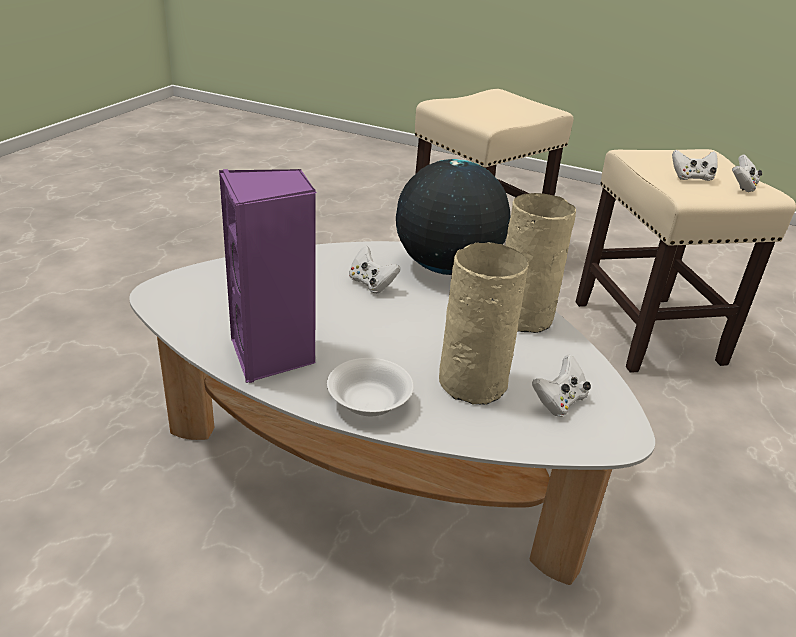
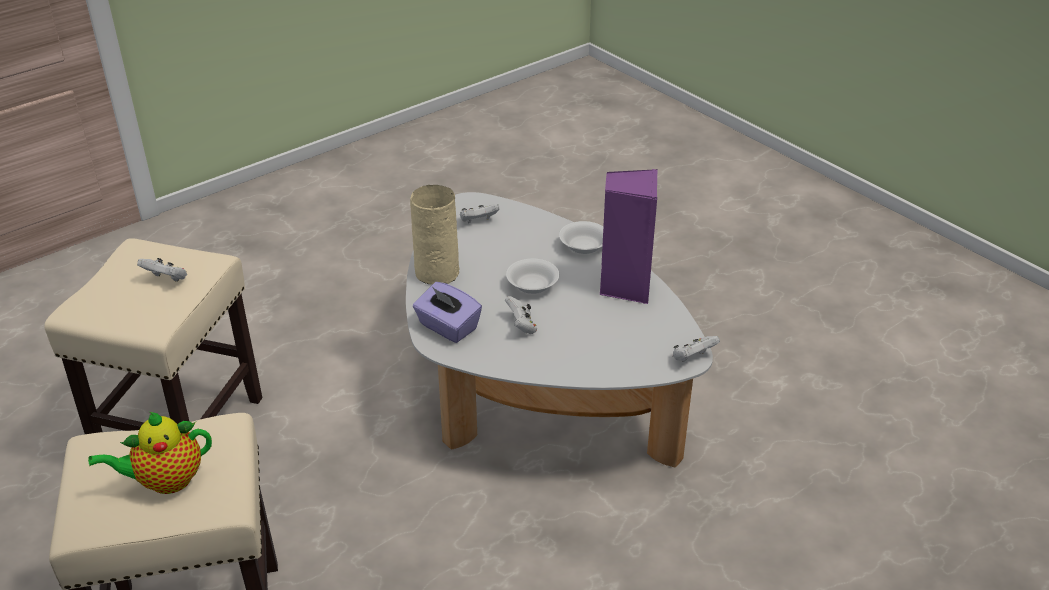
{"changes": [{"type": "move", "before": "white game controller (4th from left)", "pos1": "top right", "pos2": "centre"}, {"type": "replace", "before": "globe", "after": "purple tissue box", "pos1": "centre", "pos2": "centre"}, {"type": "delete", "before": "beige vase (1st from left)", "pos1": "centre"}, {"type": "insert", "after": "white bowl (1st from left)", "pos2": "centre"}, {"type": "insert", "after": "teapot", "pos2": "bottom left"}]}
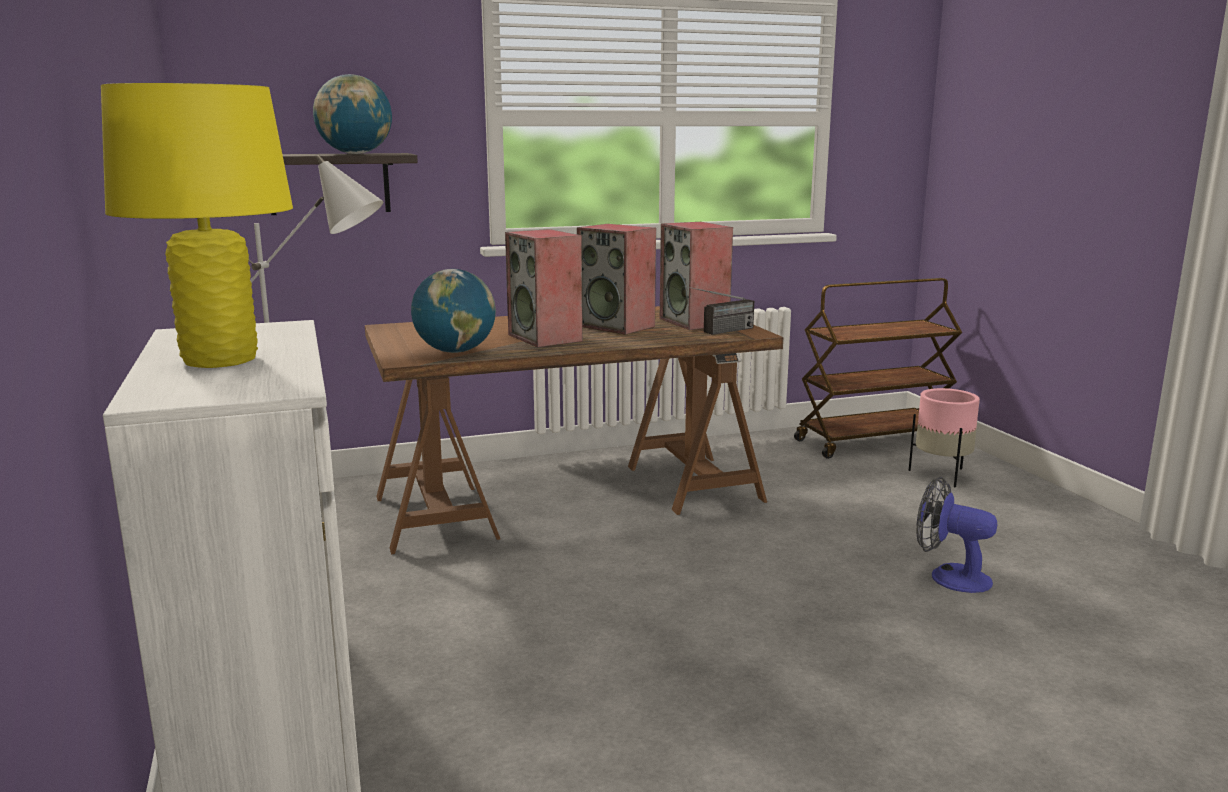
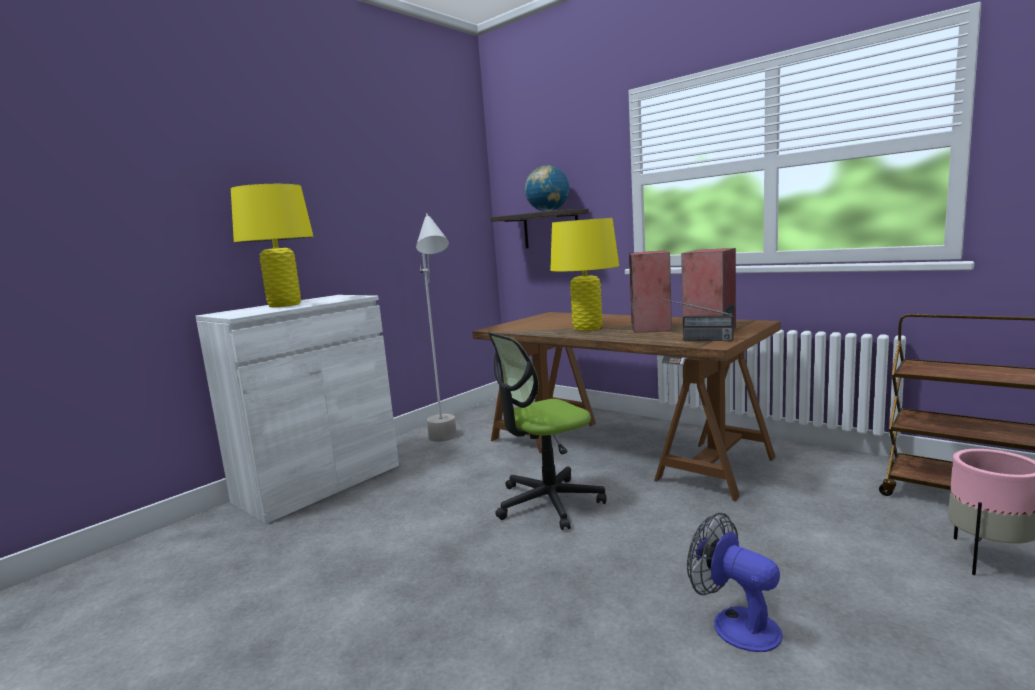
{"changes": [{"type": "replace", "before": "speaker (1st from left)", "after": "yellow table lamp (2nd from left)", "pos1": "centre", "pos2": "centre"}, {"type": "delete", "before": "globe (2nd from left)", "pos1": "centre"}, {"type": "rotate", "before": "fan", "pos1": "bottom right", "pos2": "bottom right", "turn": -45}, {"type": "insert", "after": "office chair", "pos2": "centre"}]}
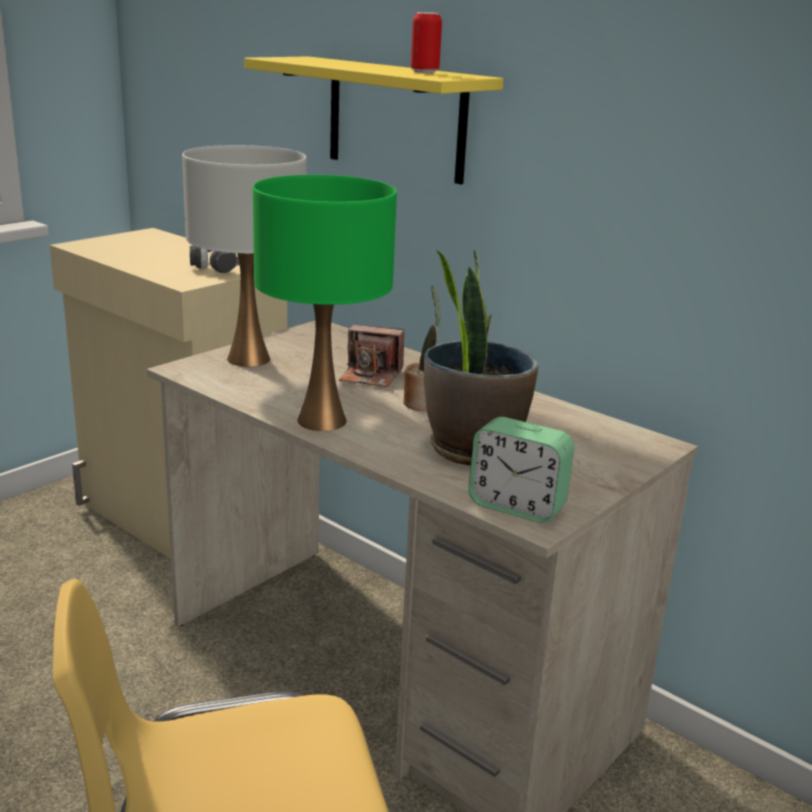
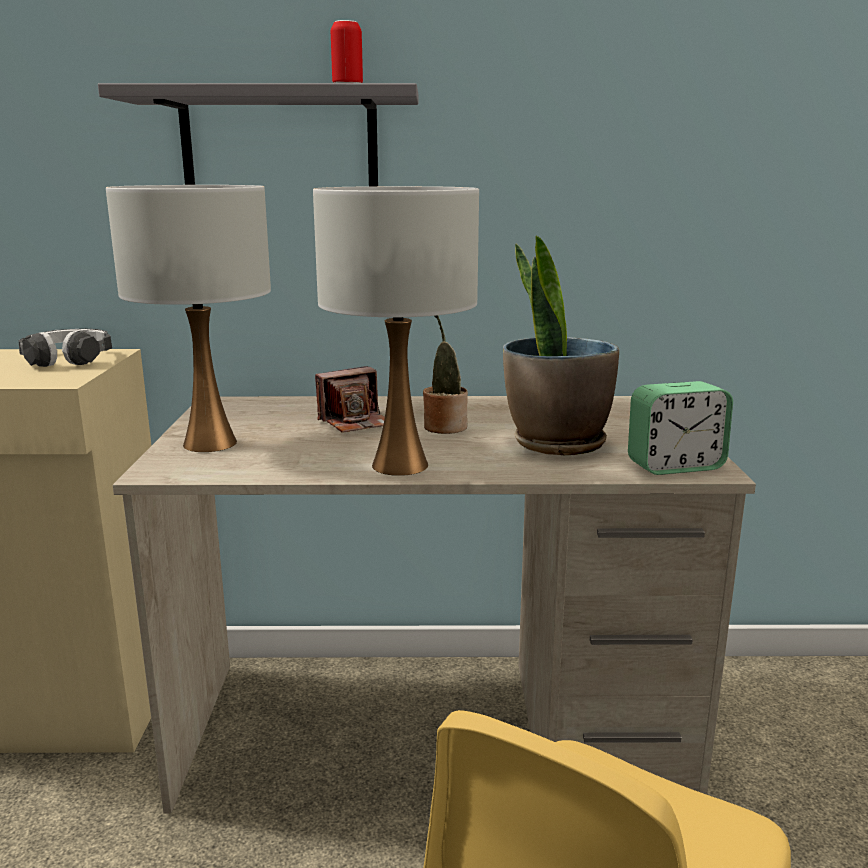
{"changes": [{"type": "recolor", "before": "yellow shelf", "after": "grey shelf", "pos1": "top centre", "pos2": "top left"}, {"type": "recolor", "before": "green table lamp", "after": "white table lamp (2nd from left)", "pos1": "centre", "pos2": "centre"}]}
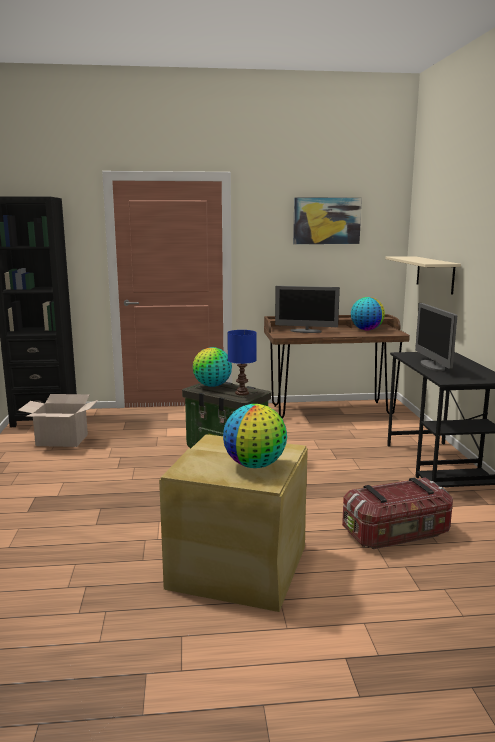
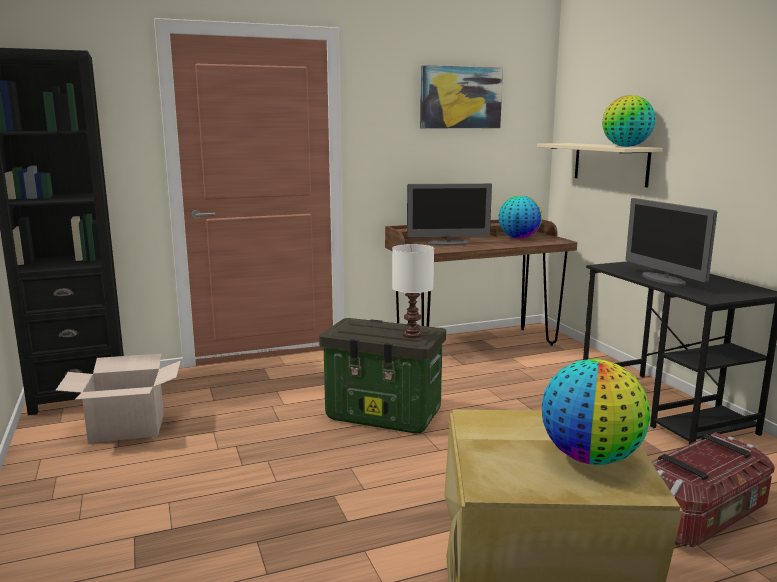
{"changes": [{"type": "recolor", "before": "blue table lamp", "after": "white table lamp", "pos1": "centre", "pos2": "centre"}, {"type": "move", "before": "globe (1st from left in the first image)", "after": "globe (3rd from left)", "pos1": "centre", "pos2": "top right"}]}
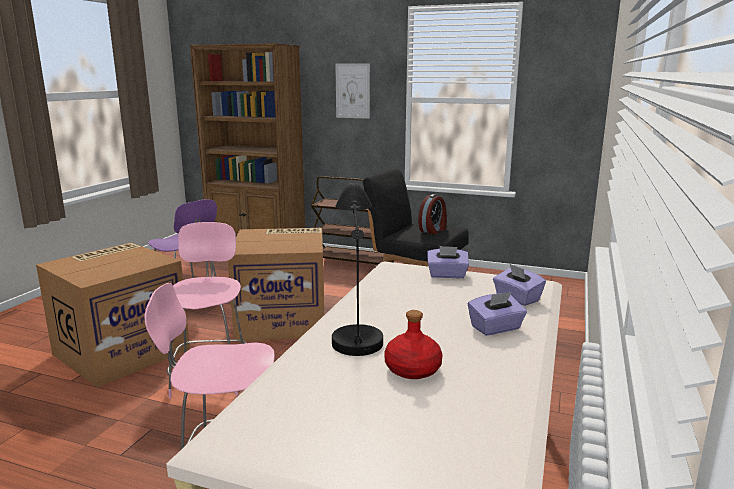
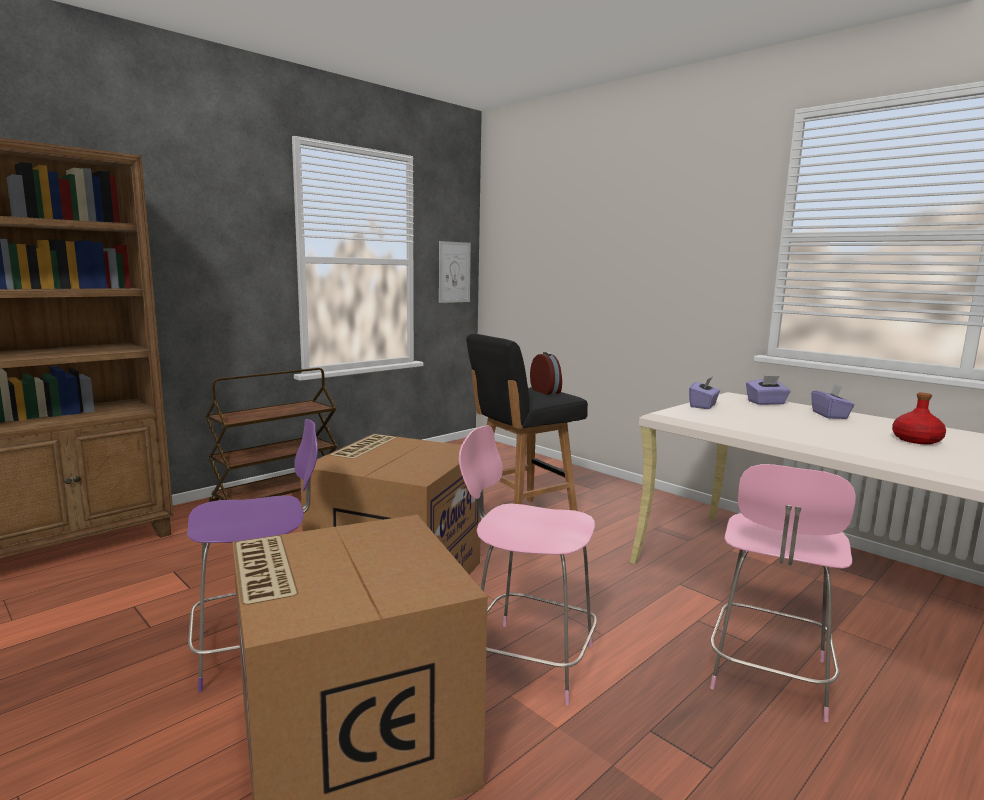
{"changes": [{"type": "move", "before": "picture", "pos1": "top centre", "pos2": "centre"}, {"type": "delete", "before": "black table lamp", "pos1": "centre"}]}
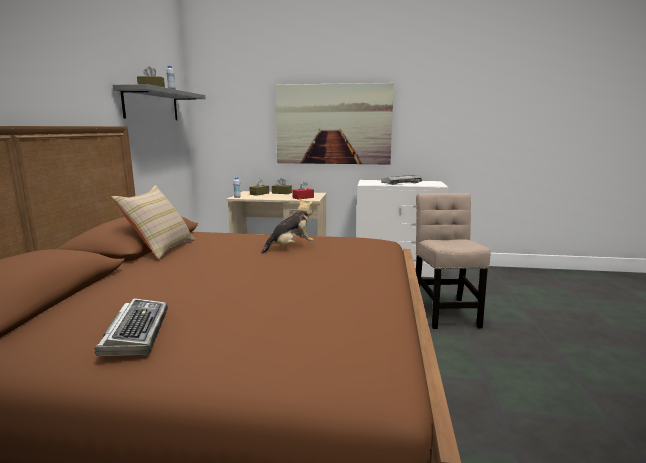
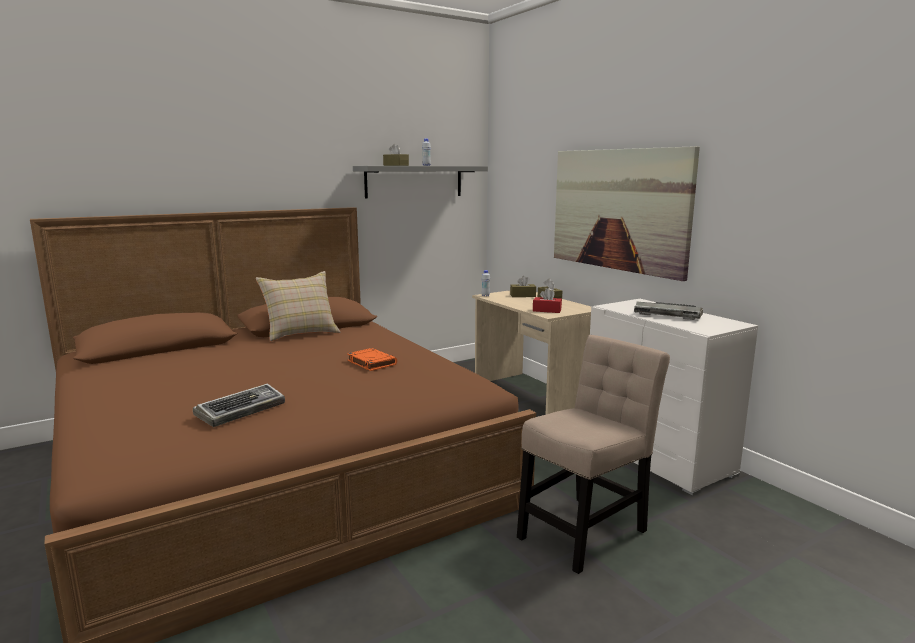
{"changes": [{"type": "replace", "before": "plush toy", "after": "orange book", "pos1": "centre", "pos2": "centre"}, {"type": "move", "before": "keyboard (1st from left)", "pos1": "bottom left", "pos2": "middle left"}]}
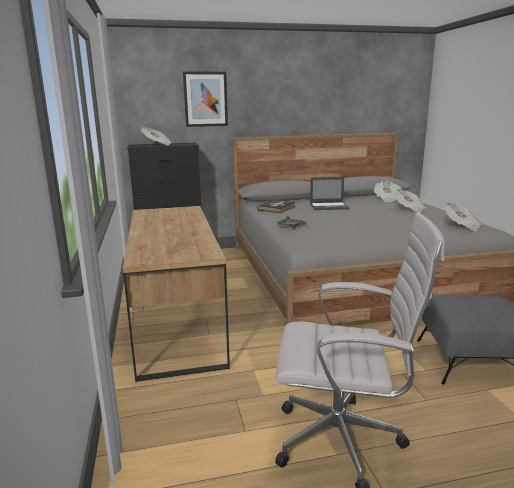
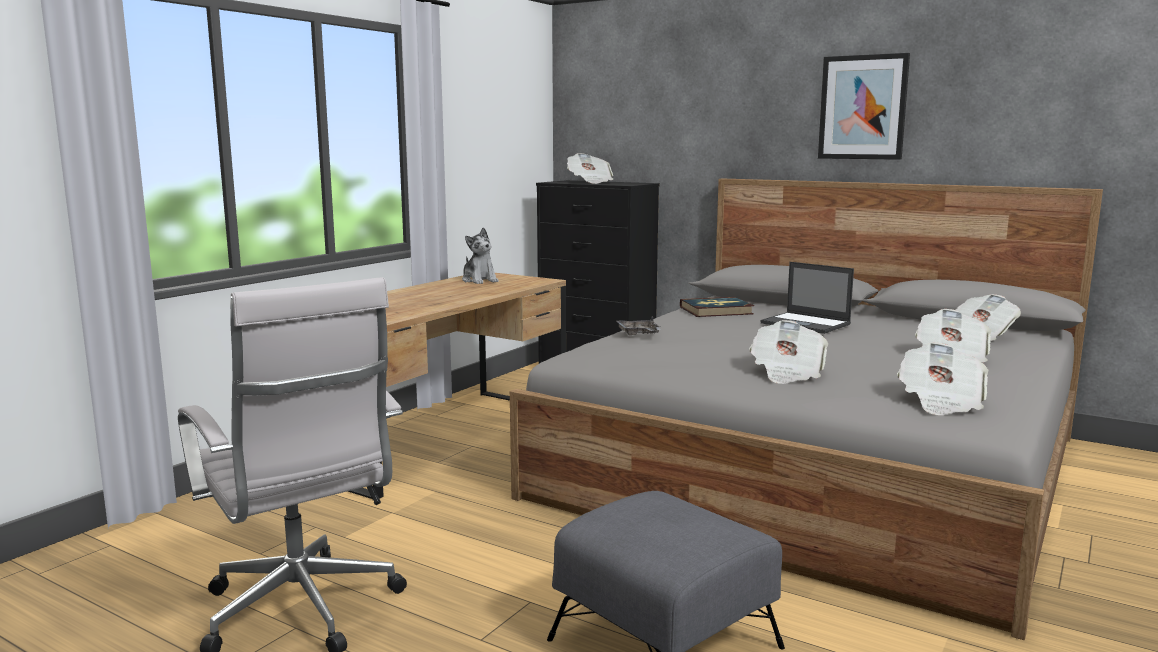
{"changes": [{"type": "move", "before": "picture", "pos1": "top centre", "pos2": "top right"}, {"type": "insert", "after": "plush toy", "pos2": "centre"}, {"type": "insert", "after": "newspaper (2nd from left)", "pos2": "middle right"}]}
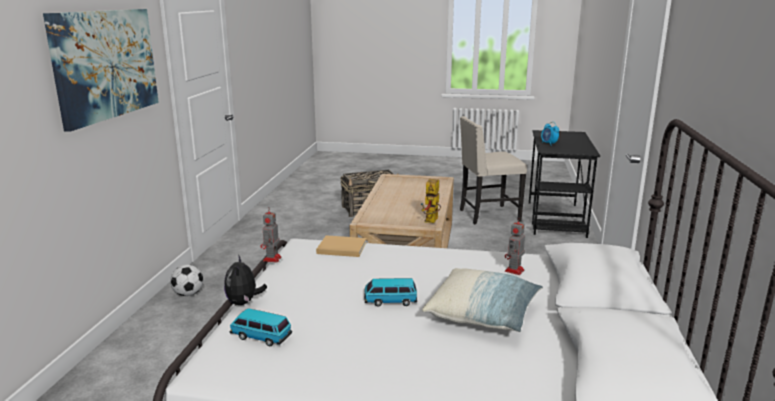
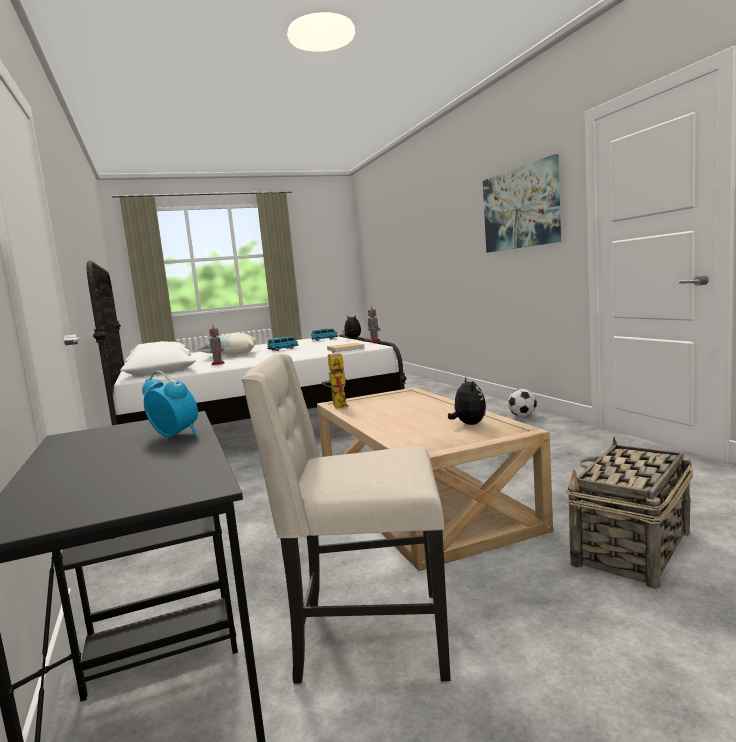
{"changes": [{"type": "rotate", "before": "beige chair", "pos1": "centre", "pos2": "bottom centre", "turn": -135}, {"type": "insert", "after": "plush toy (2nd from left)", "pos2": "centre"}]}
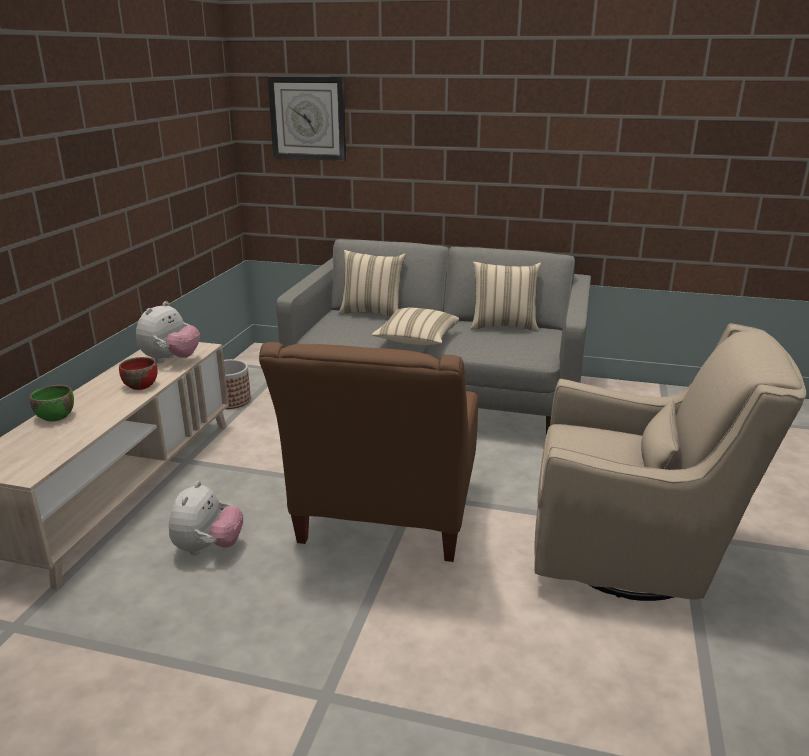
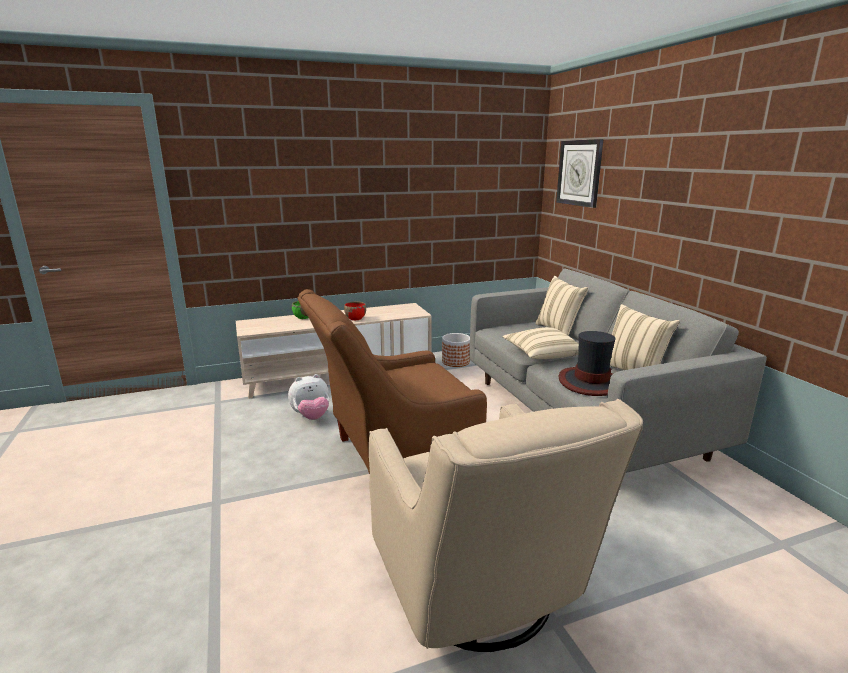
{"changes": [{"type": "delete", "before": "plush toy (1st from left)", "pos1": "middle left"}, {"type": "insert", "after": "hat", "pos2": "middle right"}]}
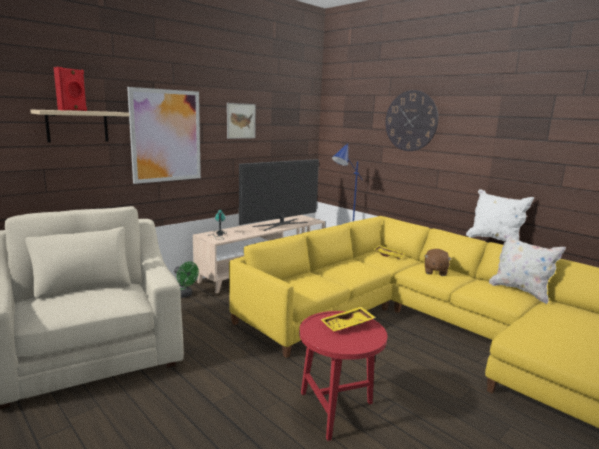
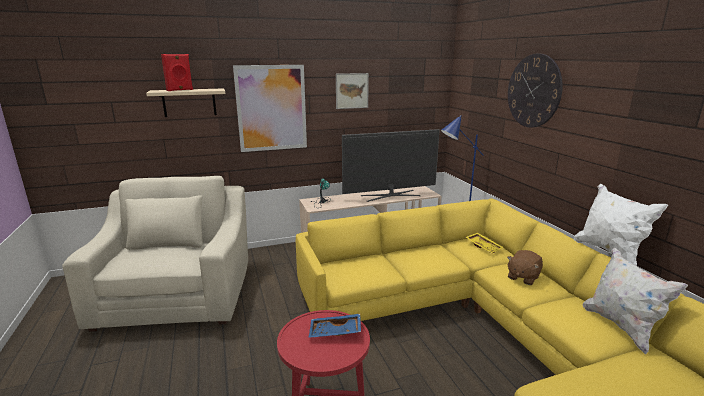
{"changes": [{"type": "delete", "before": "green fan", "pos1": "middle left"}, {"type": "recolor", "before": "yellow tray (1st from left)", "after": "blue tray", "pos1": "bottom centre", "pos2": "bottom centre"}]}
